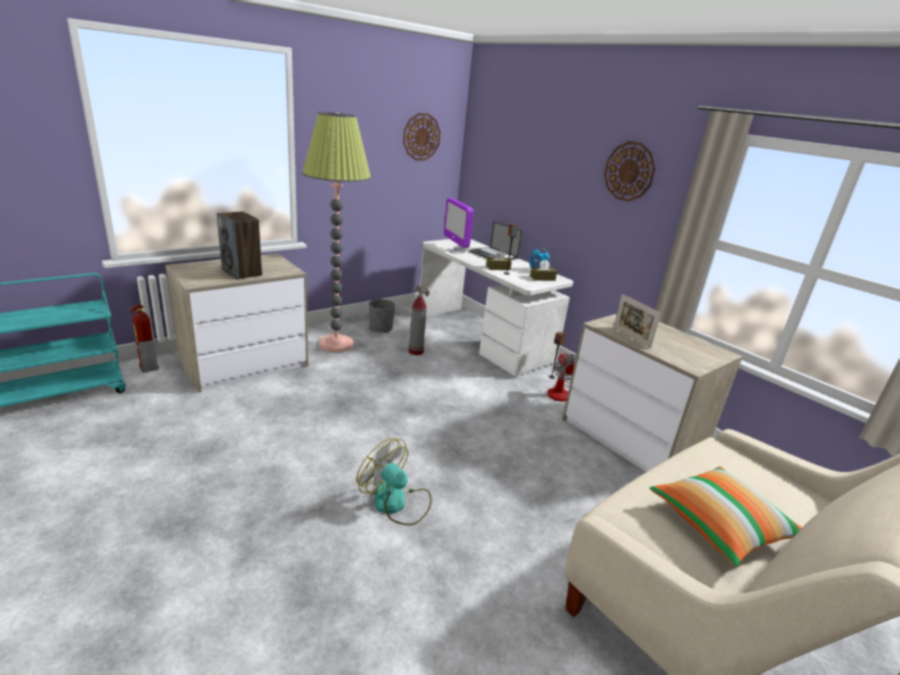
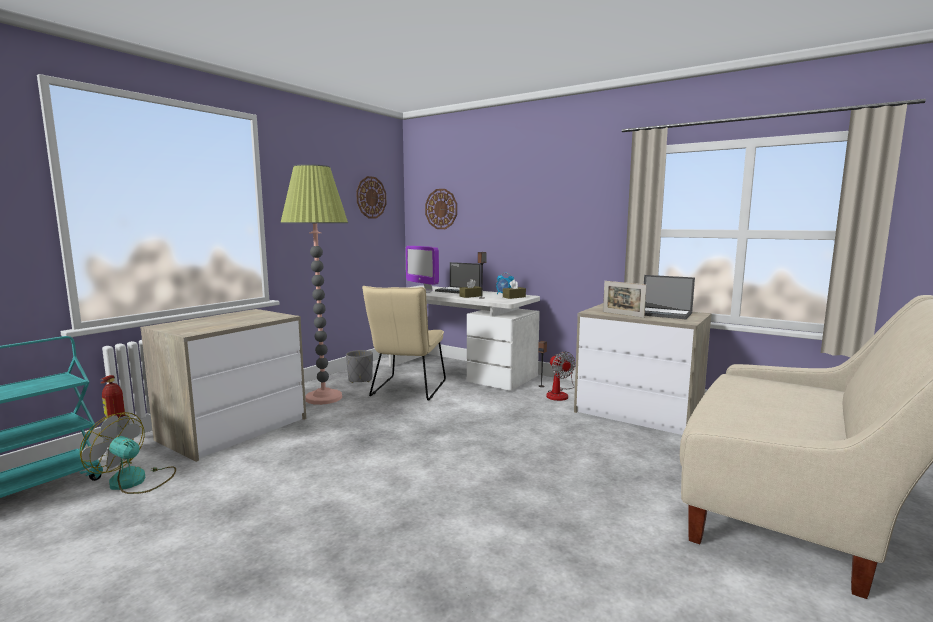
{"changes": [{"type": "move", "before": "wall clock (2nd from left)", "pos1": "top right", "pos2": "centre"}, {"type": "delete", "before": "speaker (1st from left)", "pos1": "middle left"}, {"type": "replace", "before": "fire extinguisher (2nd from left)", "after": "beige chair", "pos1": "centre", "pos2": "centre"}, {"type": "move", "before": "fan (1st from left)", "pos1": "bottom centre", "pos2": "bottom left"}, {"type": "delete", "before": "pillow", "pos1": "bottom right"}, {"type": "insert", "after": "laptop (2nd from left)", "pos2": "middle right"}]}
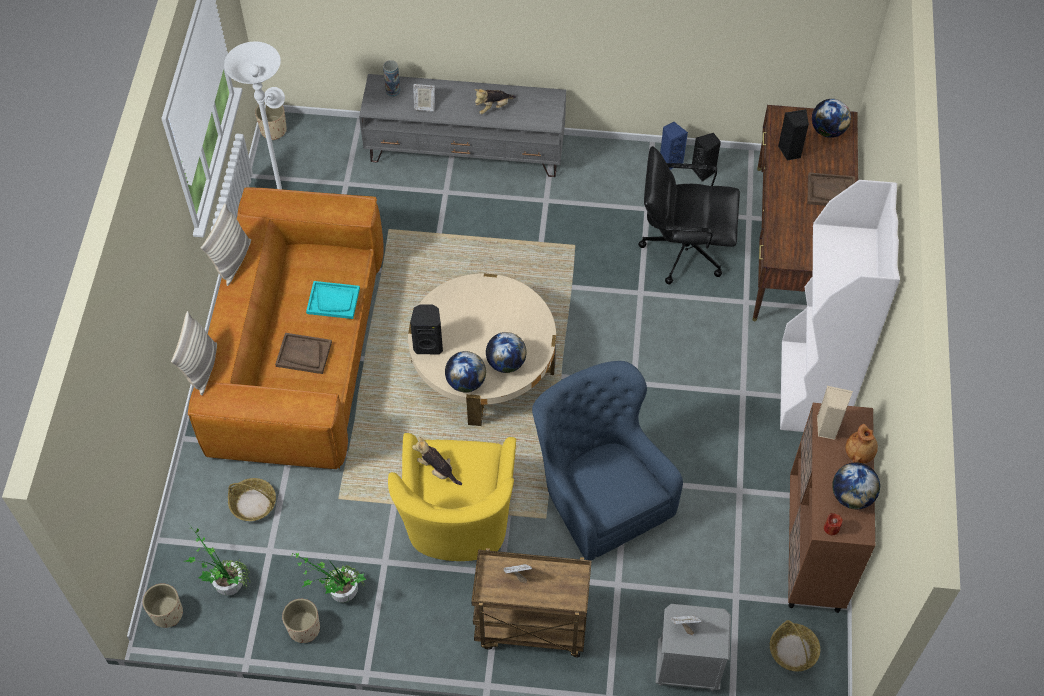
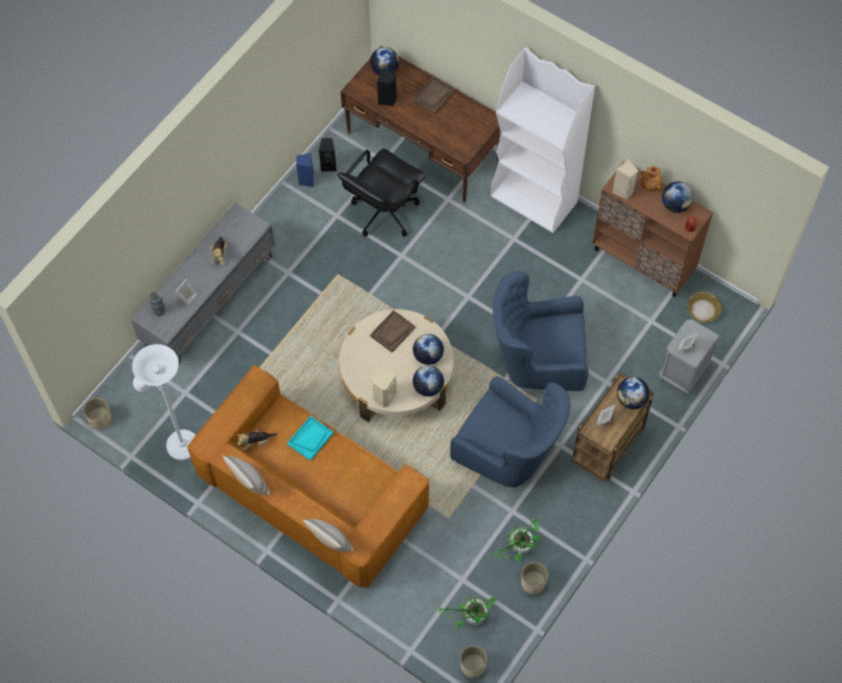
{"changes": [{"type": "recolor", "before": "black speaker (1st from left)", "after": "beige speaker (1st from left)", "pos1": "centre", "pos2": "centre"}, {"type": "move", "before": "brown tray (1st from left)", "pos1": "middle left", "pos2": "centre"}, {"type": "recolor", "before": "yellow armchair", "after": "blue armchair (1st from left)", "pos1": "bottom centre", "pos2": "centre"}, {"type": "move", "before": "plush toy (1st from left in the first image)", "after": "plush toy (2nd from left)", "pos1": "centre", "pos2": "middle left"}, {"type": "delete", "before": "basket (1st from left)", "pos1": "bottom left"}, {"type": "insert", "after": "globe (4th from left)", "pos2": "middle right"}]}
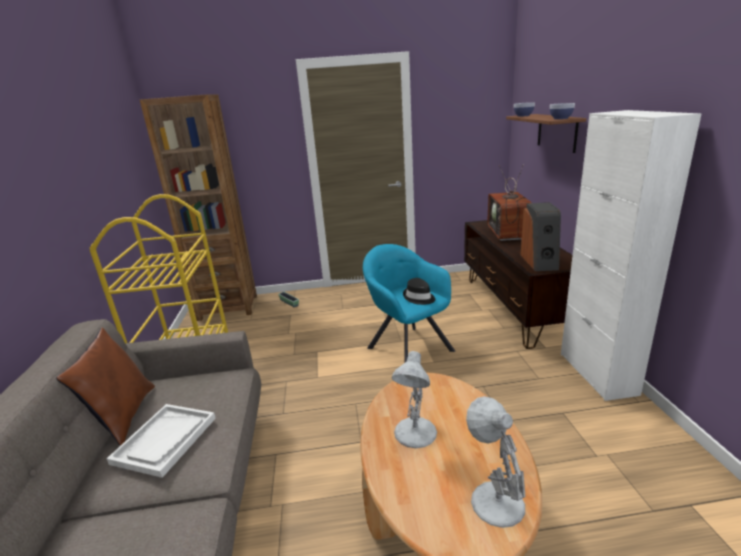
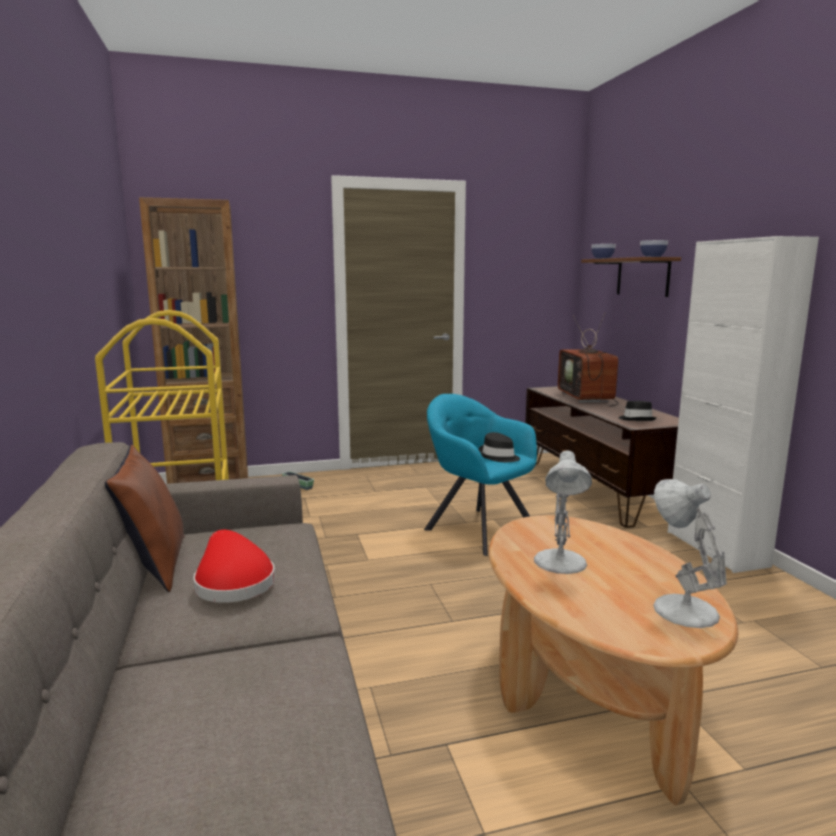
{"changes": [{"type": "replace", "before": "speaker", "after": "black hat (2nd from left)", "pos1": "middle right", "pos2": "middle right"}, {"type": "replace", "before": "white tray", "after": "red hat", "pos1": "bottom left", "pos2": "bottom left"}]}
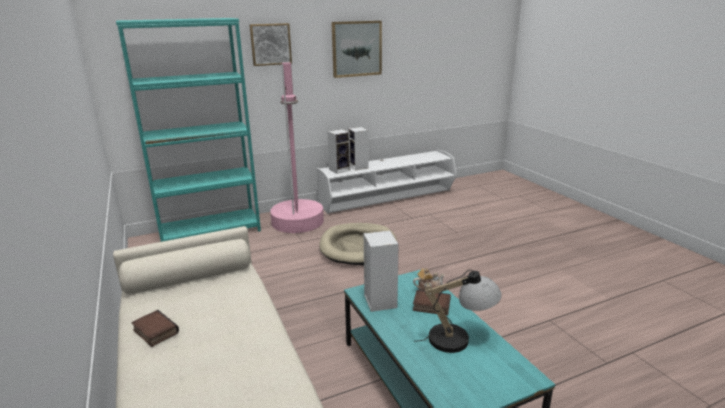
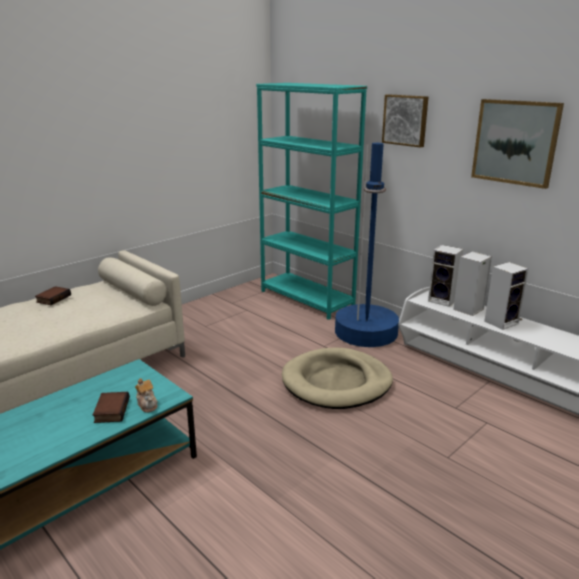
{"changes": [{"type": "recolor", "before": "pink floor lamp", "after": "blue floor lamp", "pos1": "centre", "pos2": "centre"}, {"type": "move", "before": "speaker (3rd from left)", "pos1": "centre", "pos2": "middle right"}, {"type": "delete", "before": "table lamp", "pos1": "bottom centre"}]}
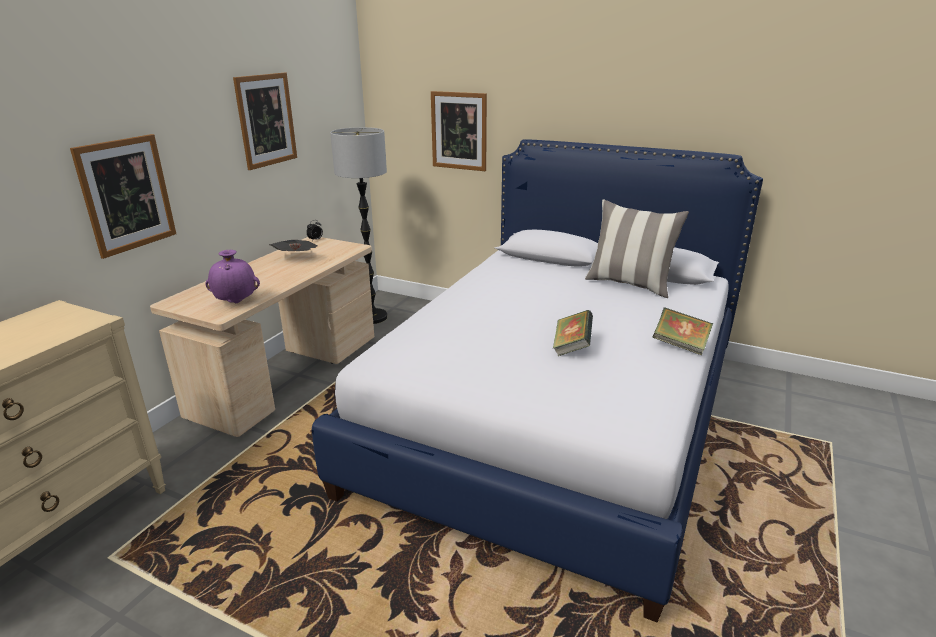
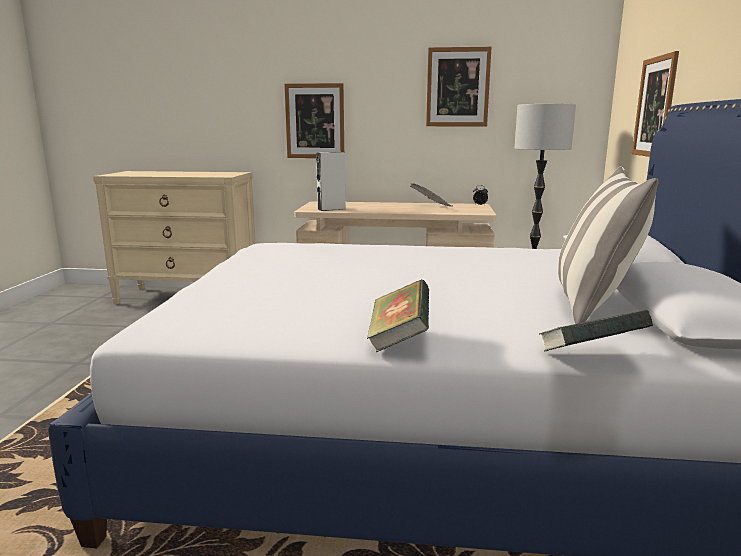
{"changes": [{"type": "replace", "before": "purple vase", "after": "grey speaker", "pos1": "middle left", "pos2": "top centre"}, {"type": "move", "before": "book (1st from left in the first image)", "after": "book (2nd from left)", "pos1": "centre", "pos2": "middle right"}]}
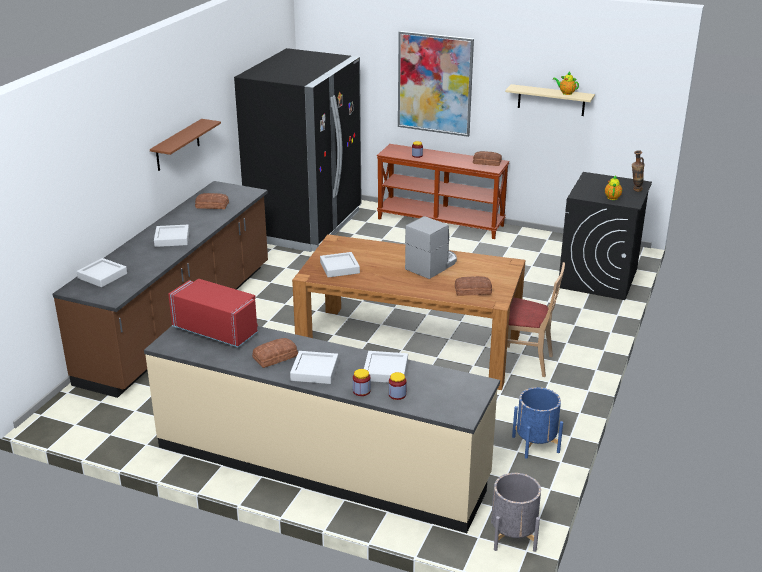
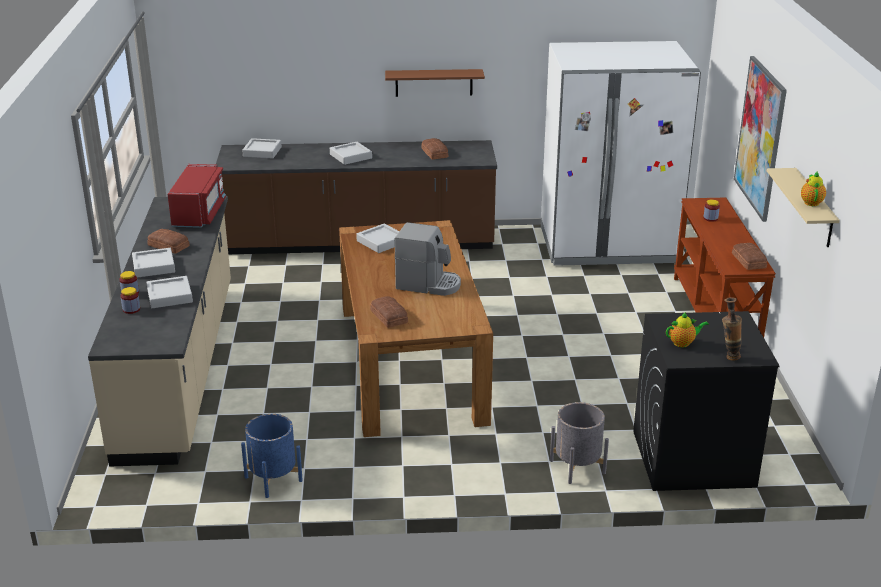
{"changes": [{"type": "recolor", "before": "black fridge", "after": "white fridge", "pos1": "top centre", "pos2": "top right"}, {"type": "delete", "before": "beige chair", "pos1": "middle right"}, {"type": "move", "before": "grey planter", "pos1": "bottom right", "pos2": "bottom centre"}]}
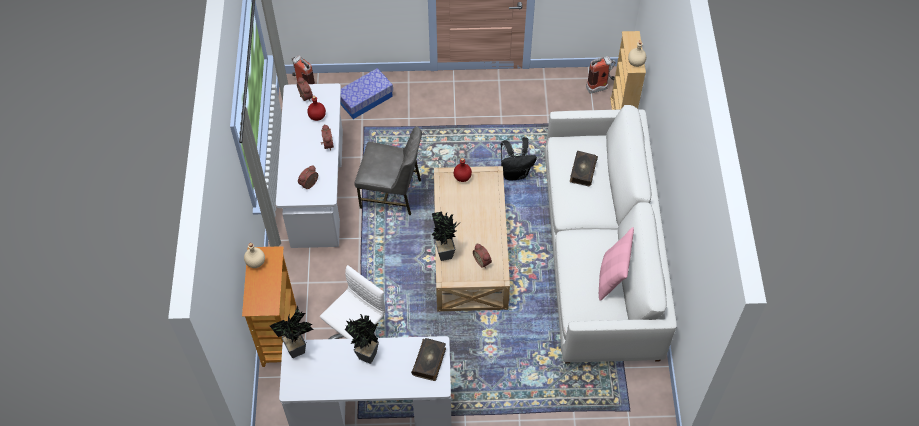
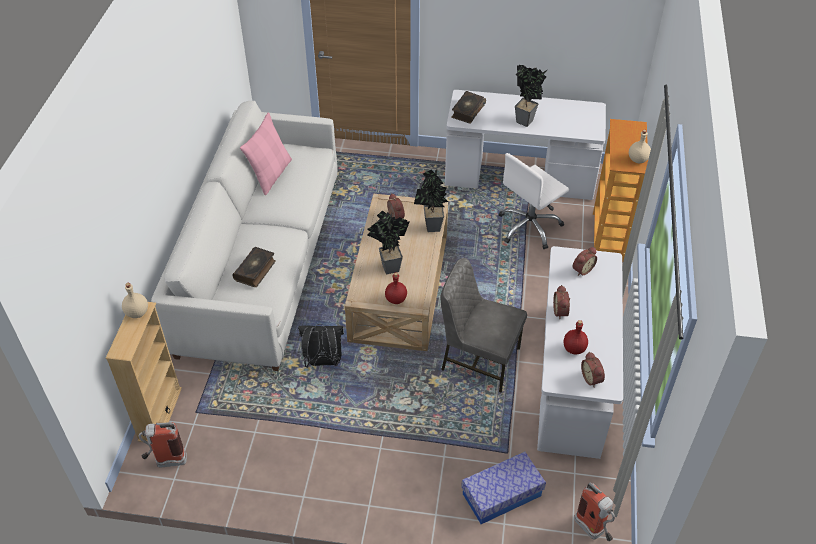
{"changes": [{"type": "move", "before": "potted plant (1st from left)", "pos1": "bottom left", "pos2": "centre"}]}
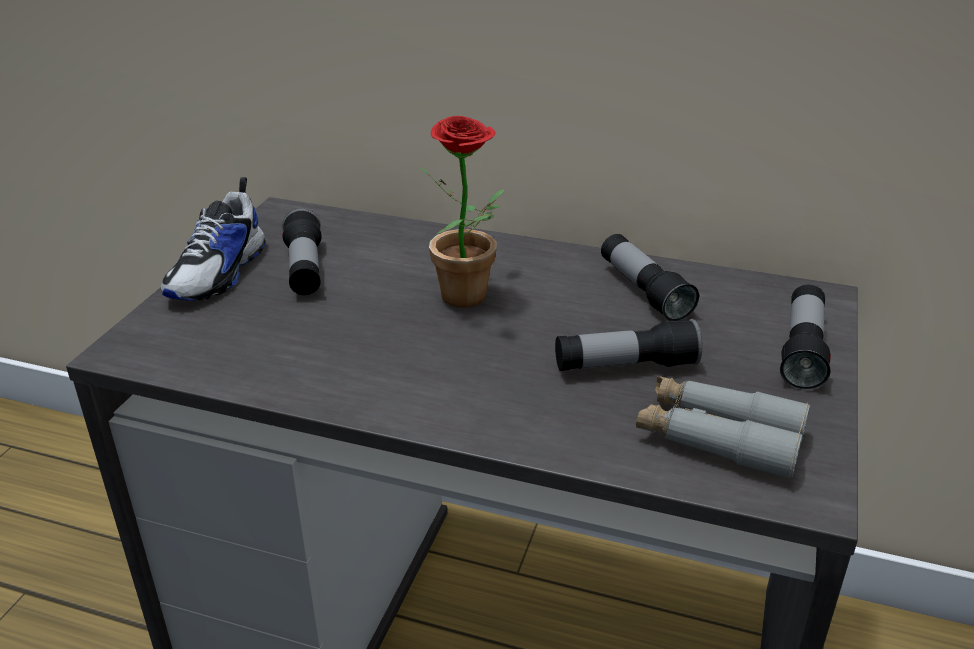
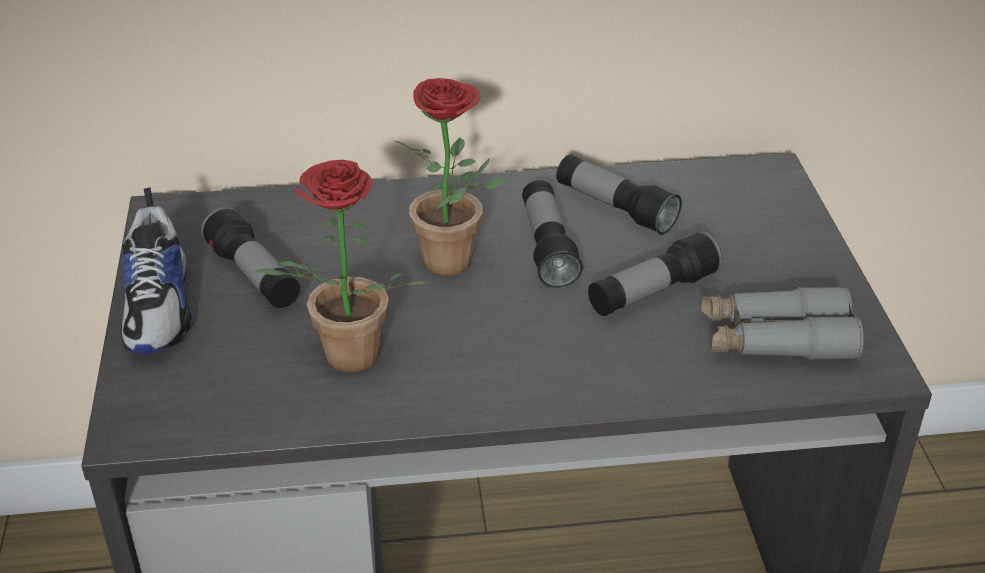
{"changes": [{"type": "move", "before": "flashlight (4th from left in the first image)", "after": "flashlight (2nd from left)", "pos1": "middle right", "pos2": "centre"}, {"type": "insert", "after": "potted plant (1st from left)", "pos2": "centre"}]}
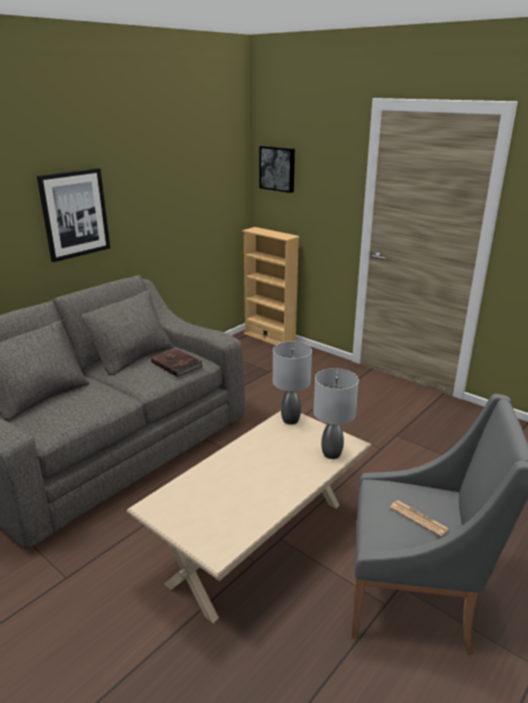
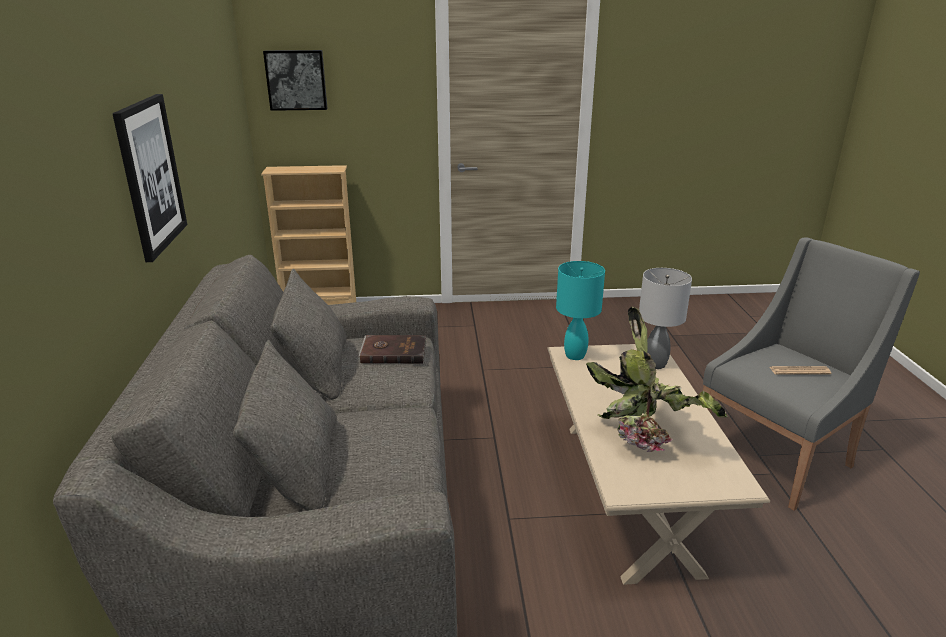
{"changes": [{"type": "recolor", "before": "grey table lamp (1st from left)", "after": "turquoise table lamp", "pos1": "centre", "pos2": "centre"}, {"type": "insert", "after": "potted plant", "pos2": "middle right"}]}
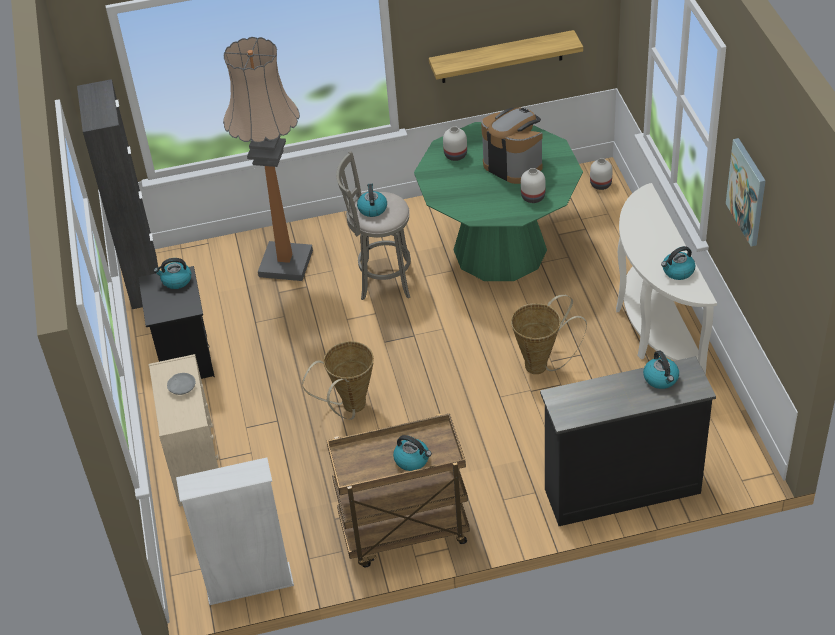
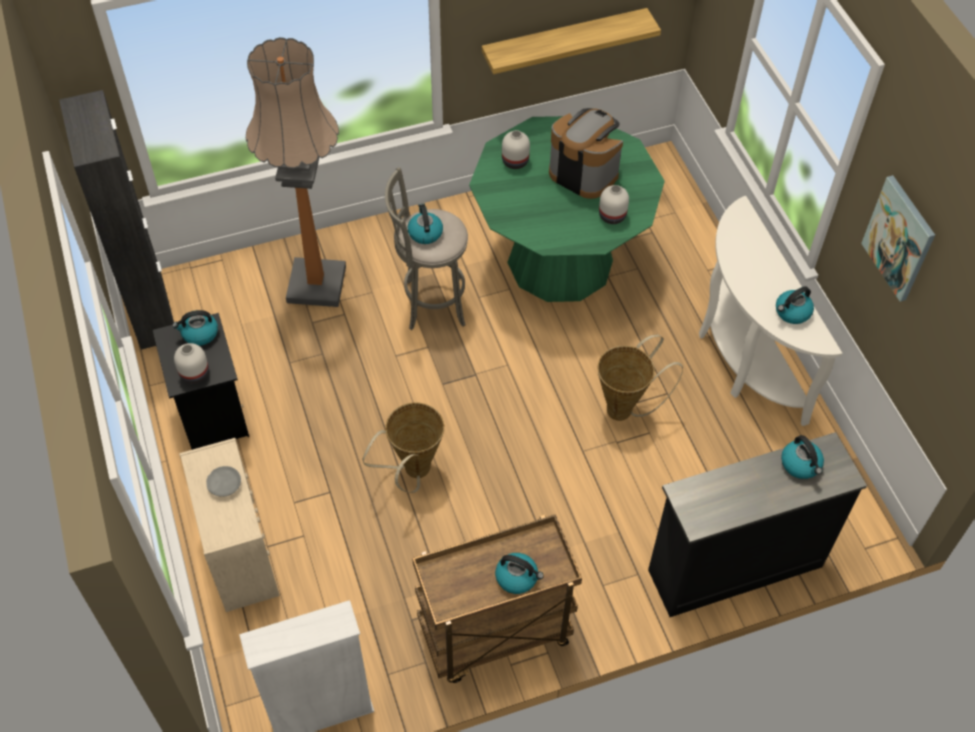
{"changes": [{"type": "move", "before": "white vase (3rd from left in the first image)", "after": "white vase (1st from left)", "pos1": "top right", "pos2": "middle left"}]}
